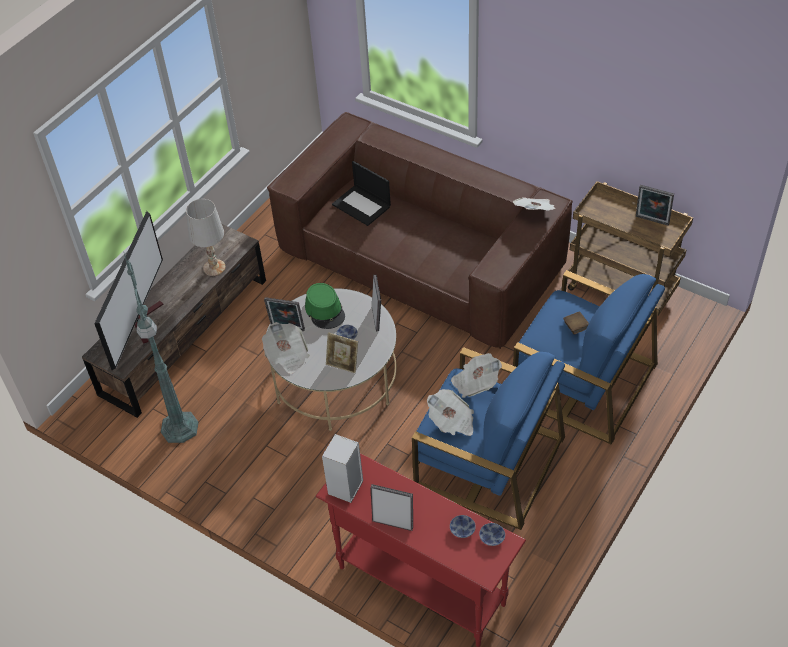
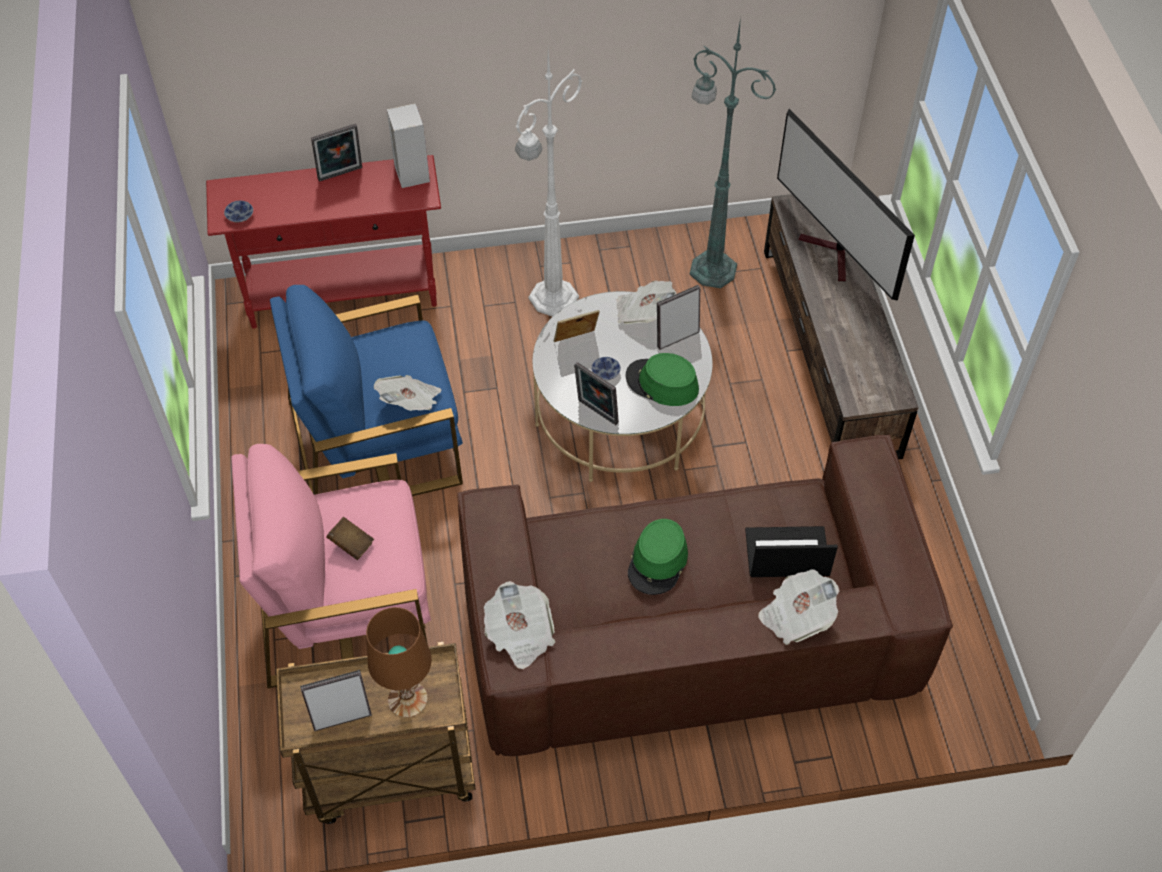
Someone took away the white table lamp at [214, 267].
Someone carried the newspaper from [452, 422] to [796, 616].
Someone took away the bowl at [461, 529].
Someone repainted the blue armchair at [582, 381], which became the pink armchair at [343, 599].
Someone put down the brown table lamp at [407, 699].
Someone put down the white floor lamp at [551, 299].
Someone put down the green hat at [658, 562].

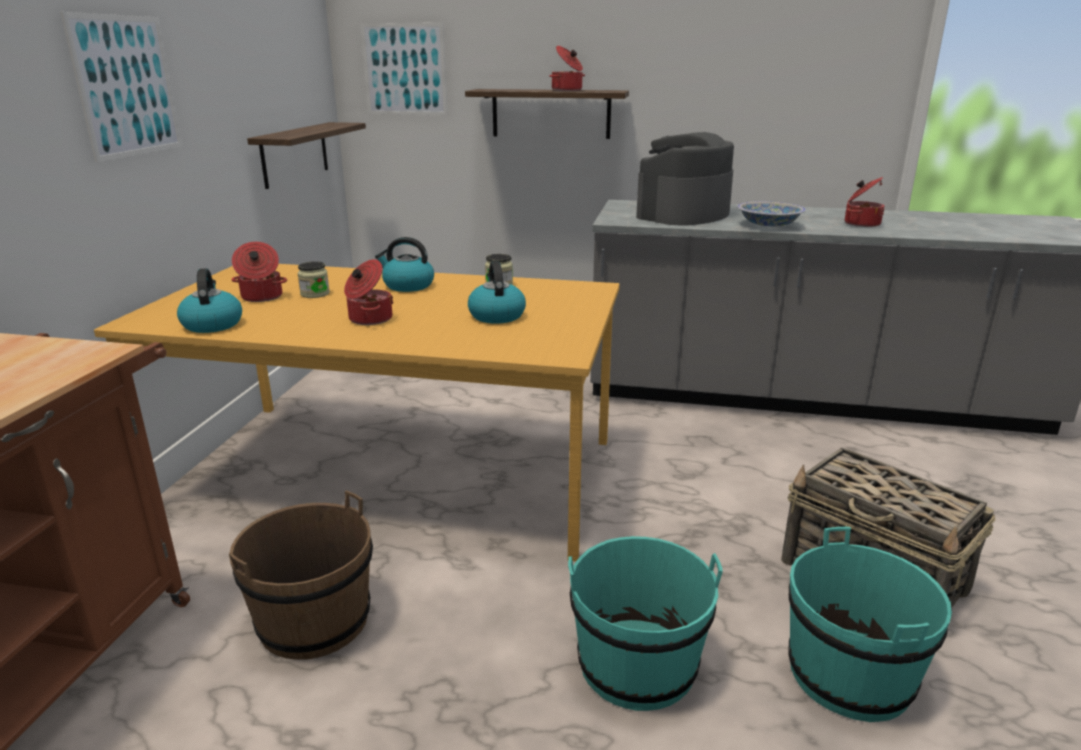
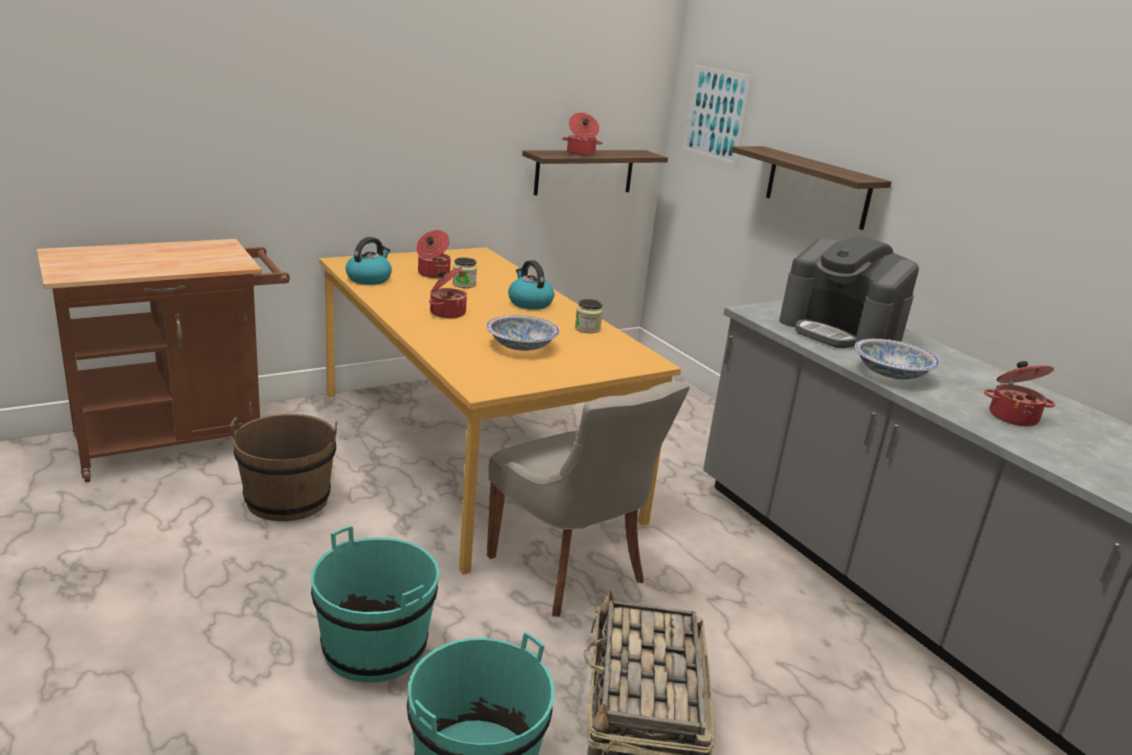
Someone took away the picture at [127, 86].
Someone swapped the kettle at [496, 315] for the bowl at [521, 346].
Someone carried the cooking pot from [567, 90] to [580, 154].
Someone rotated the coffee machine at [683, 215] by 135 degrees counterclockwise.
Someone put down the grey chair at [569, 570].

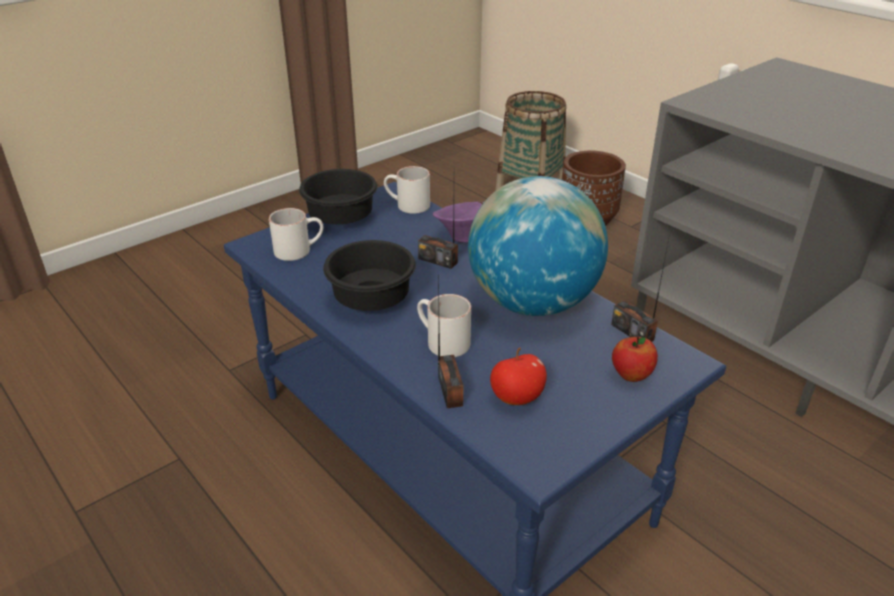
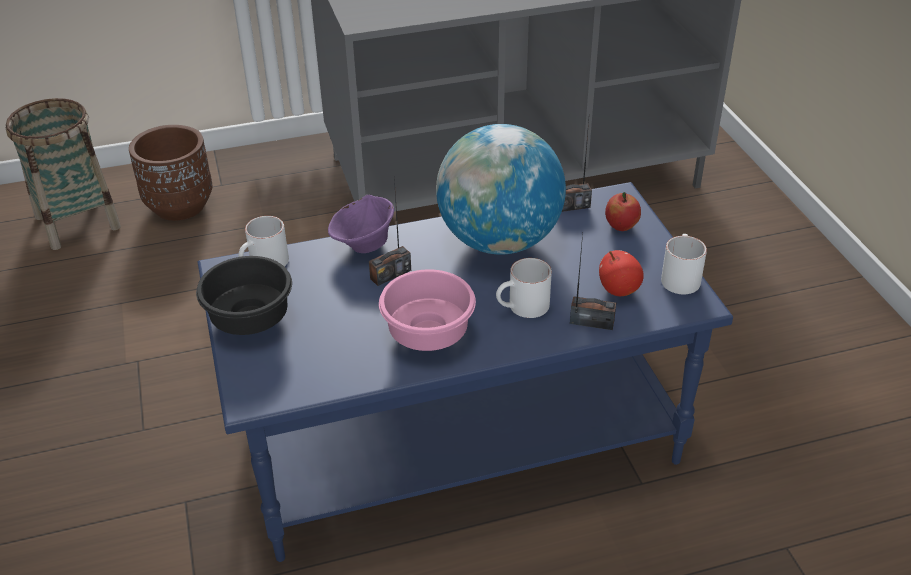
Someone carried the white mug from [299, 250] to [679, 277].
Someone repainted the black bowl at [369, 300], which became the pink bowl at [427, 336].

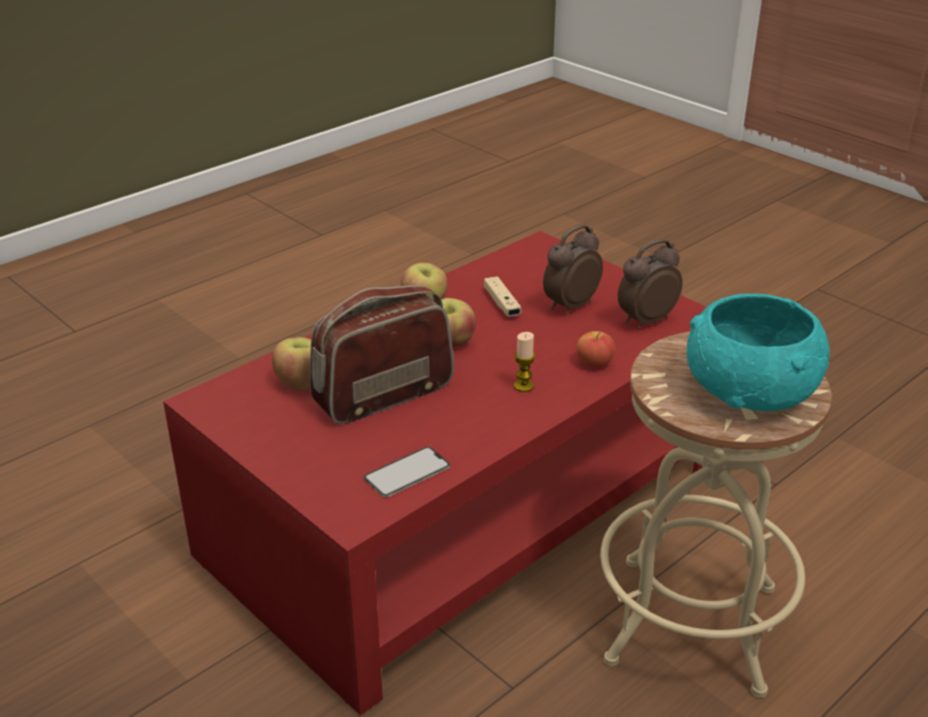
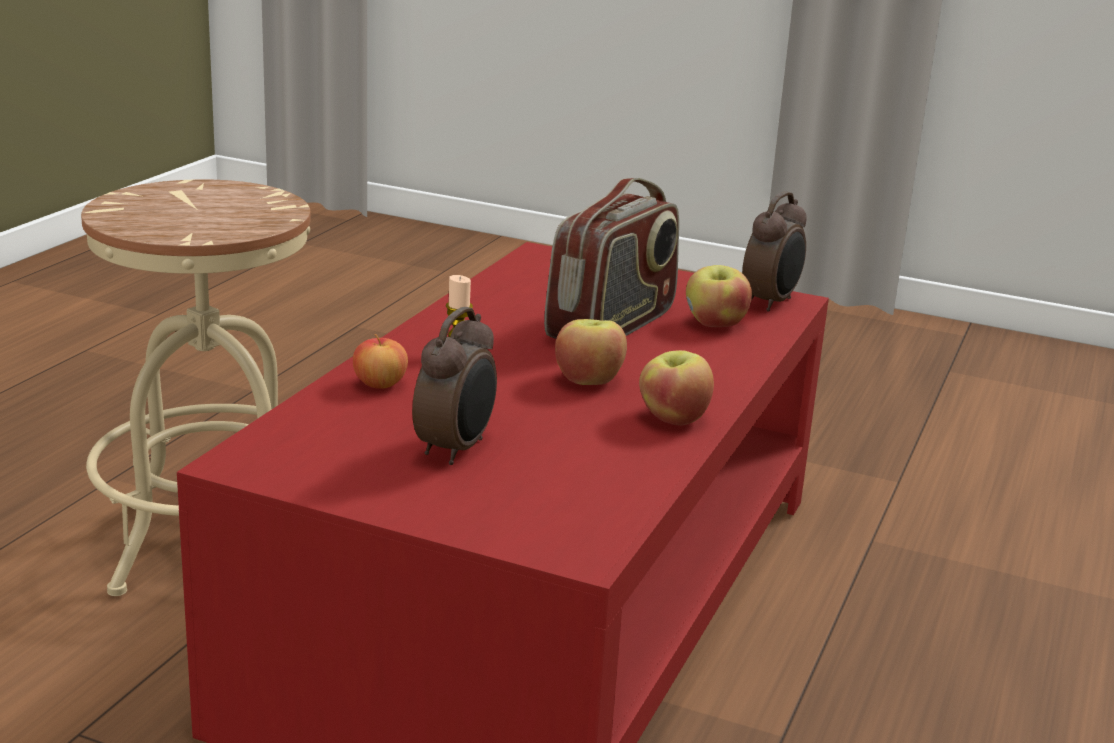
Someone took away the phone at [407, 472].
Someone took away the beige game controller at [502, 304].
Someone carried the alarm clock from [645, 320] to [771, 303].
Someone took away the turquoise bowl at [750, 391].

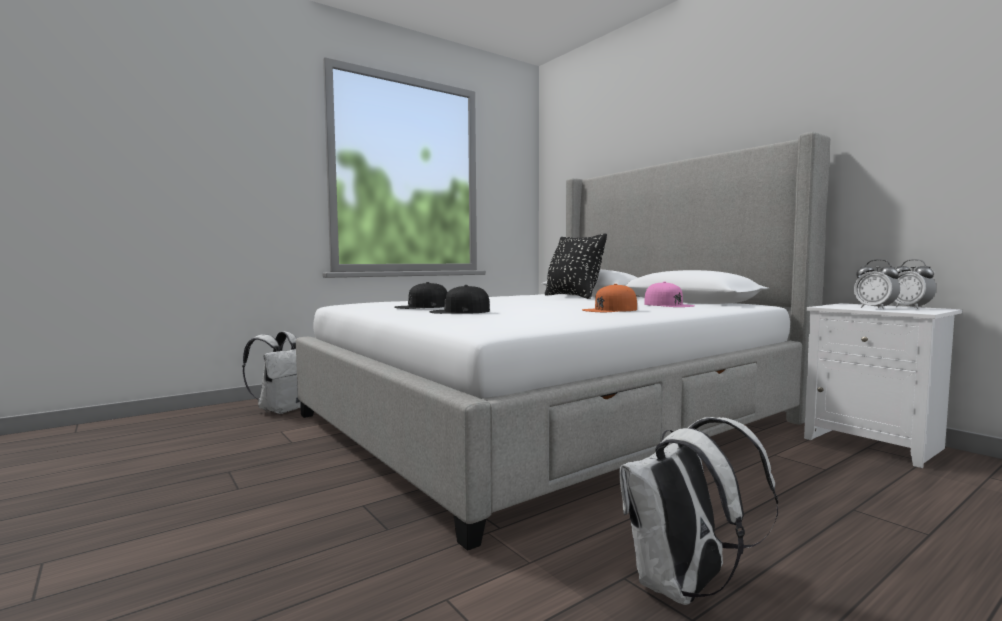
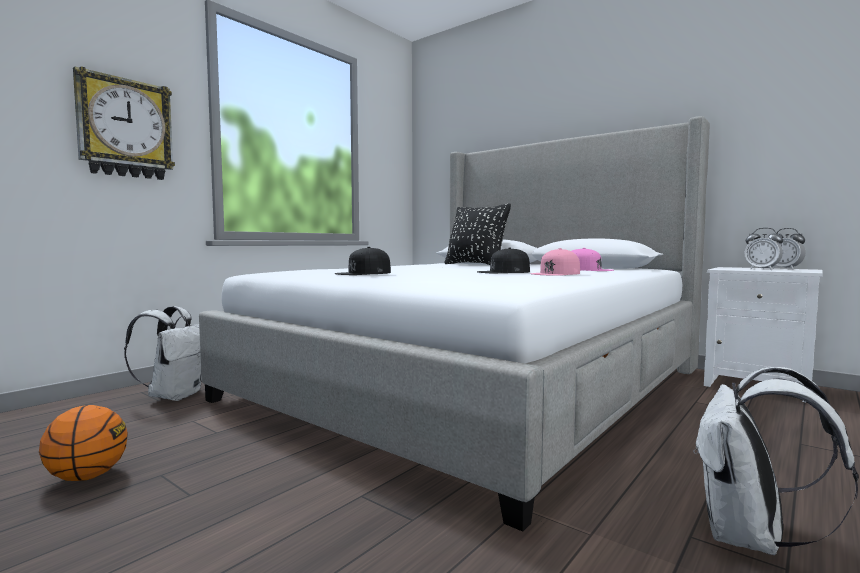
Someone carried the black cap from [459, 311] to [503, 272].
Someone repainted the orange cap at [610, 310], which became the pink cap at [556, 273].
Someone put down the basketball at [87, 477].
Someone put up the wall clock at [125, 128].

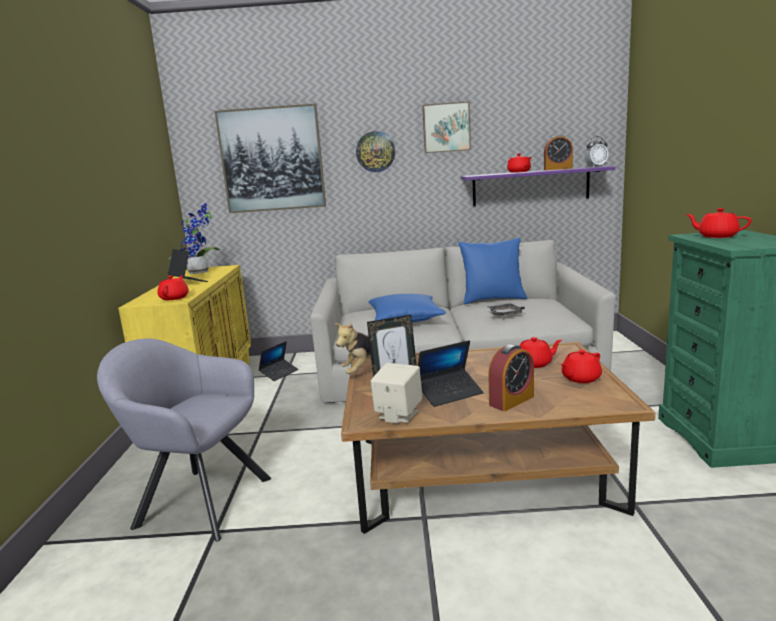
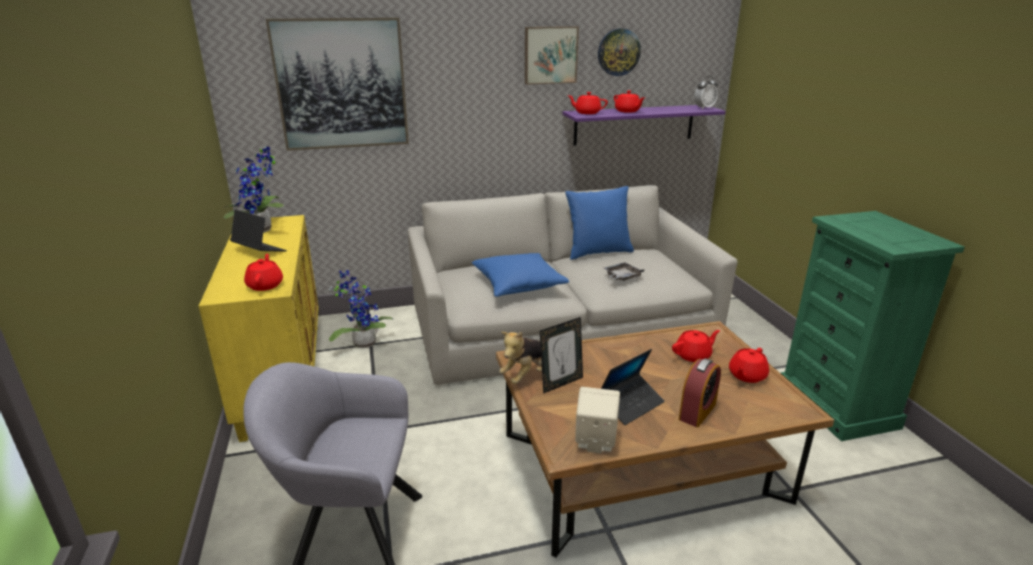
Someone swapped the laptop at [279, 373] for the potted plant at [362, 342].
Someone carried the wall clock from [375, 152] to [618, 52].
Someone took away the alarm clock at [558, 169].
Someone carried the red teapot from [716, 236] to [587, 113].

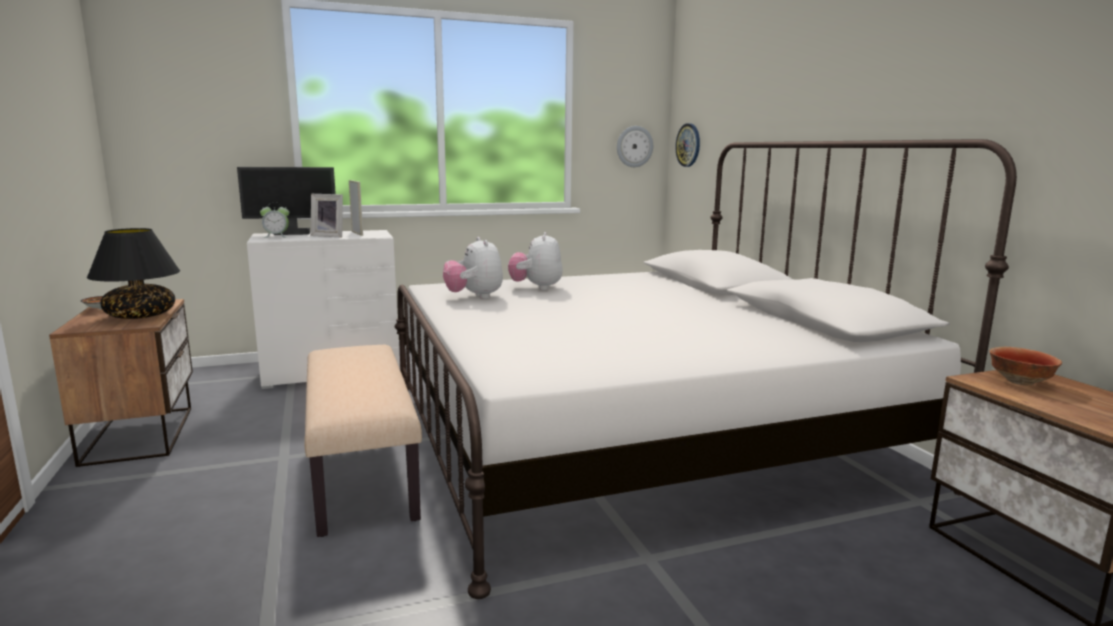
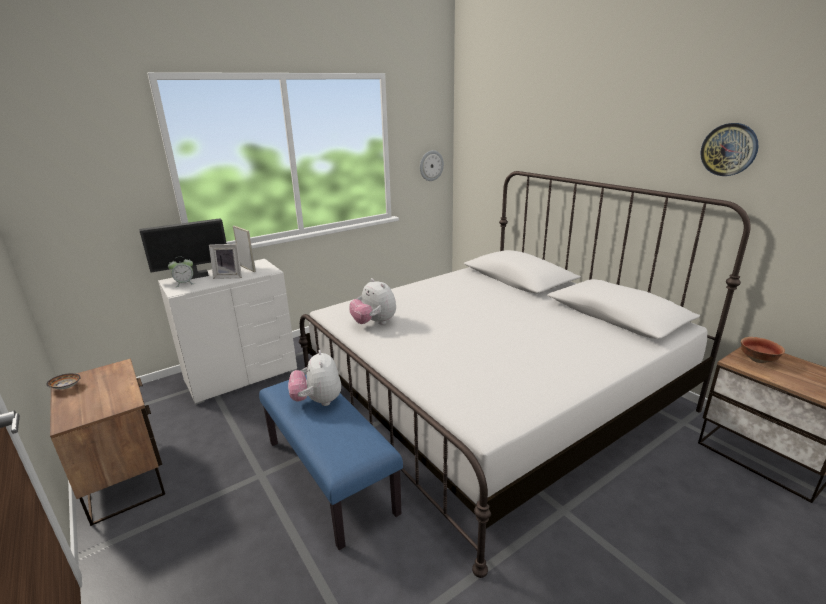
Someone took away the black table lamp at [141, 316].
Someone repainted the beige bench at [363, 471], which became the blue bench at [331, 476].
Someone carried the plush toy from [536, 288] to [318, 401].
Someone carried the wall clock from [688, 145] to [729, 149].

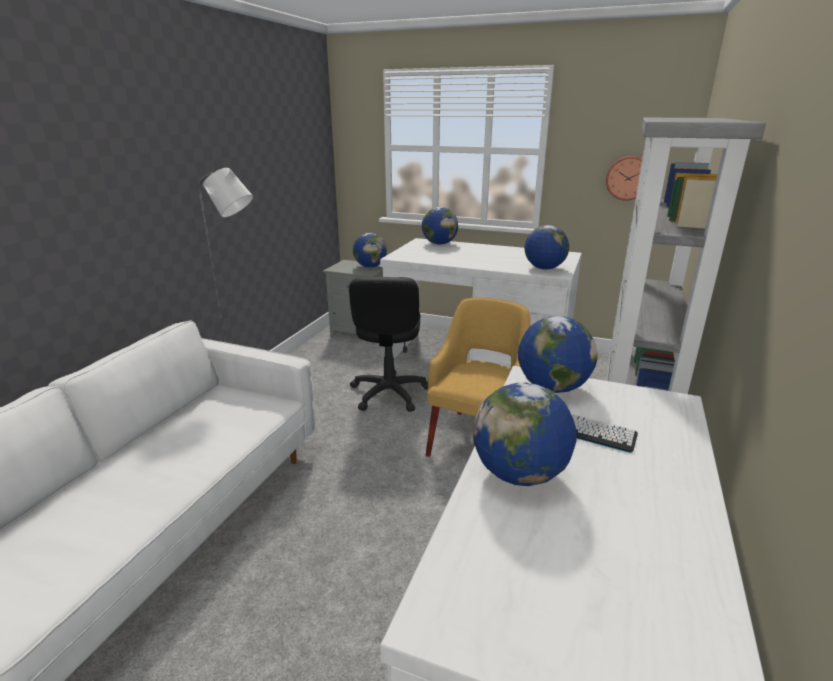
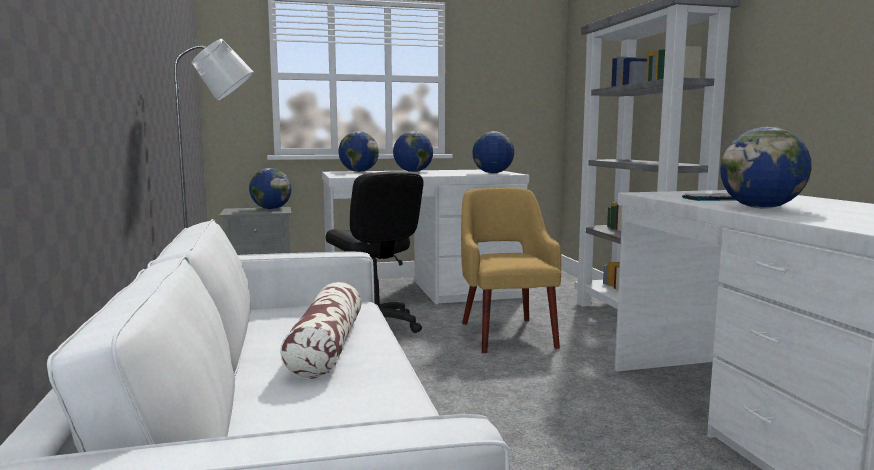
Someone carried the globe from [552, 387] to [413, 172].
Someone took away the wall clock at [628, 178].
Someone put down the pillow at [326, 347].

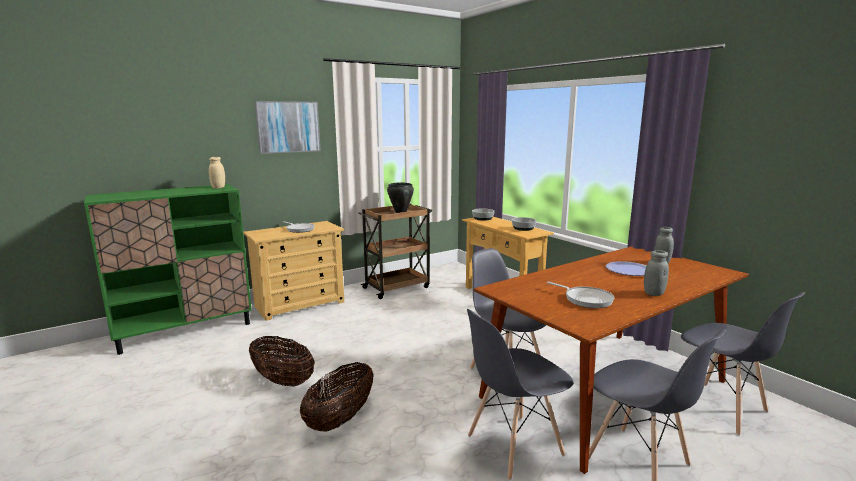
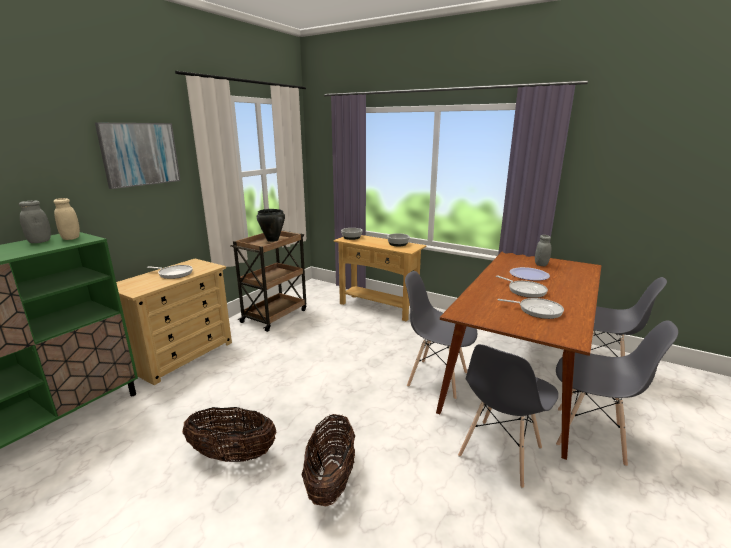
Someone carried the grey jar from [653, 293] to [40, 241].
Someone put down the frying pan at [525, 290].

